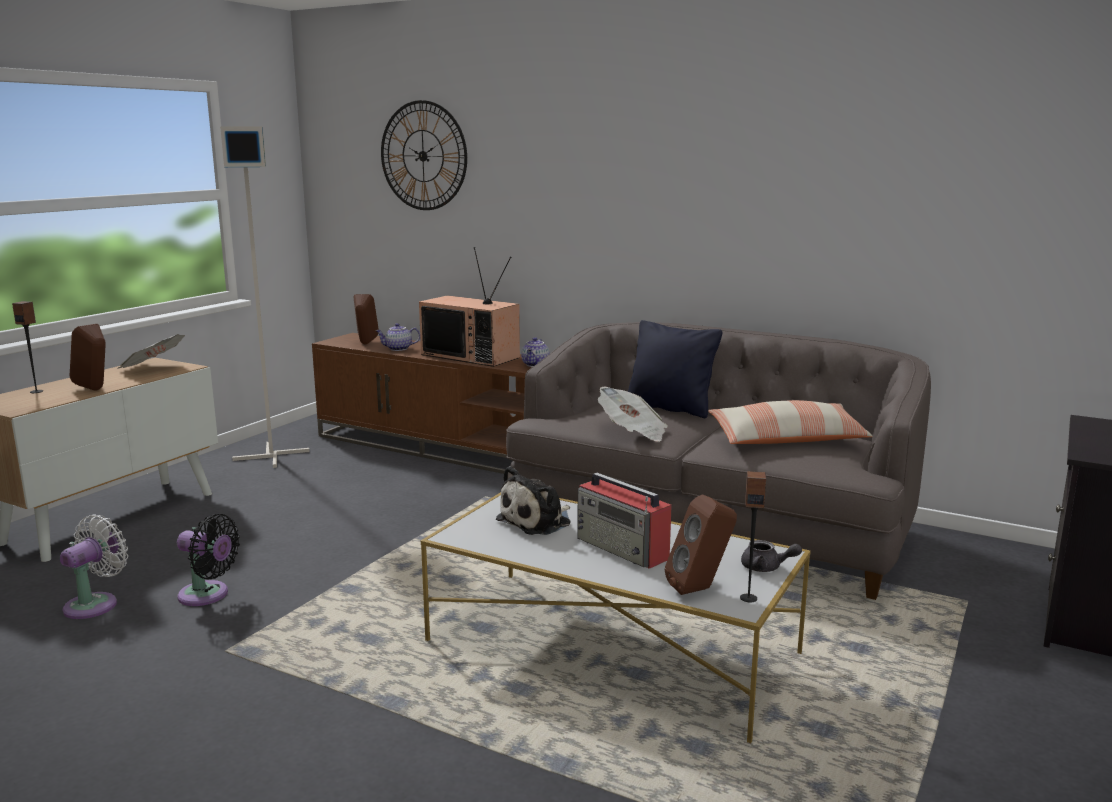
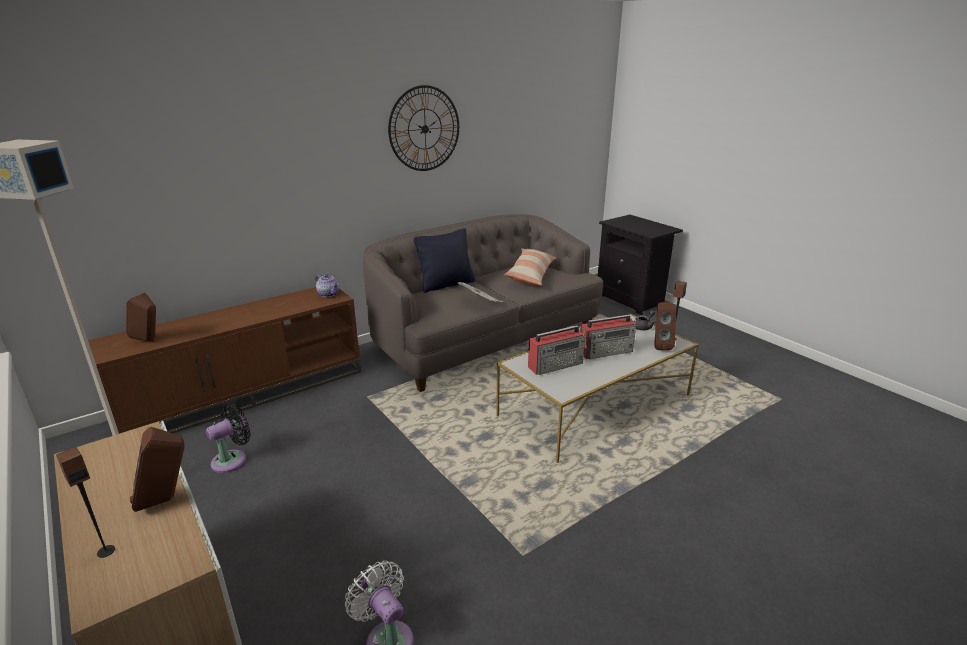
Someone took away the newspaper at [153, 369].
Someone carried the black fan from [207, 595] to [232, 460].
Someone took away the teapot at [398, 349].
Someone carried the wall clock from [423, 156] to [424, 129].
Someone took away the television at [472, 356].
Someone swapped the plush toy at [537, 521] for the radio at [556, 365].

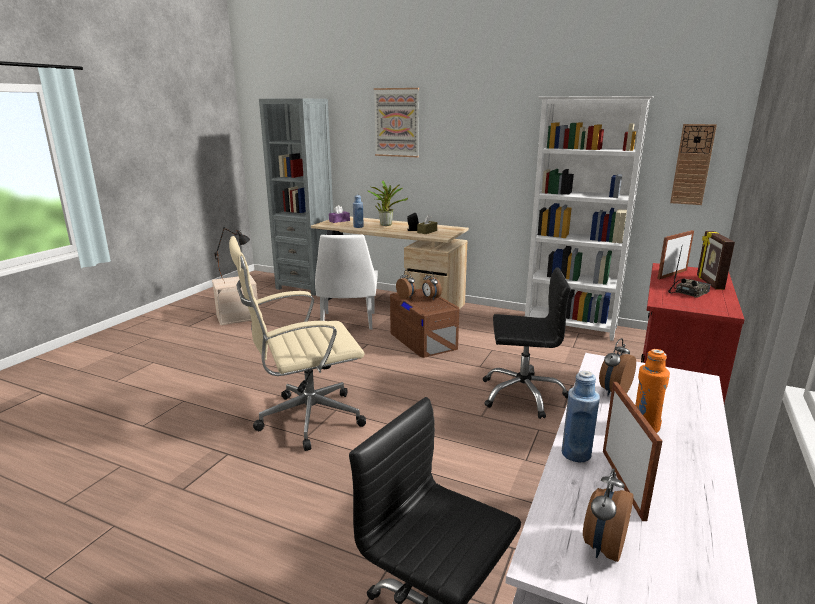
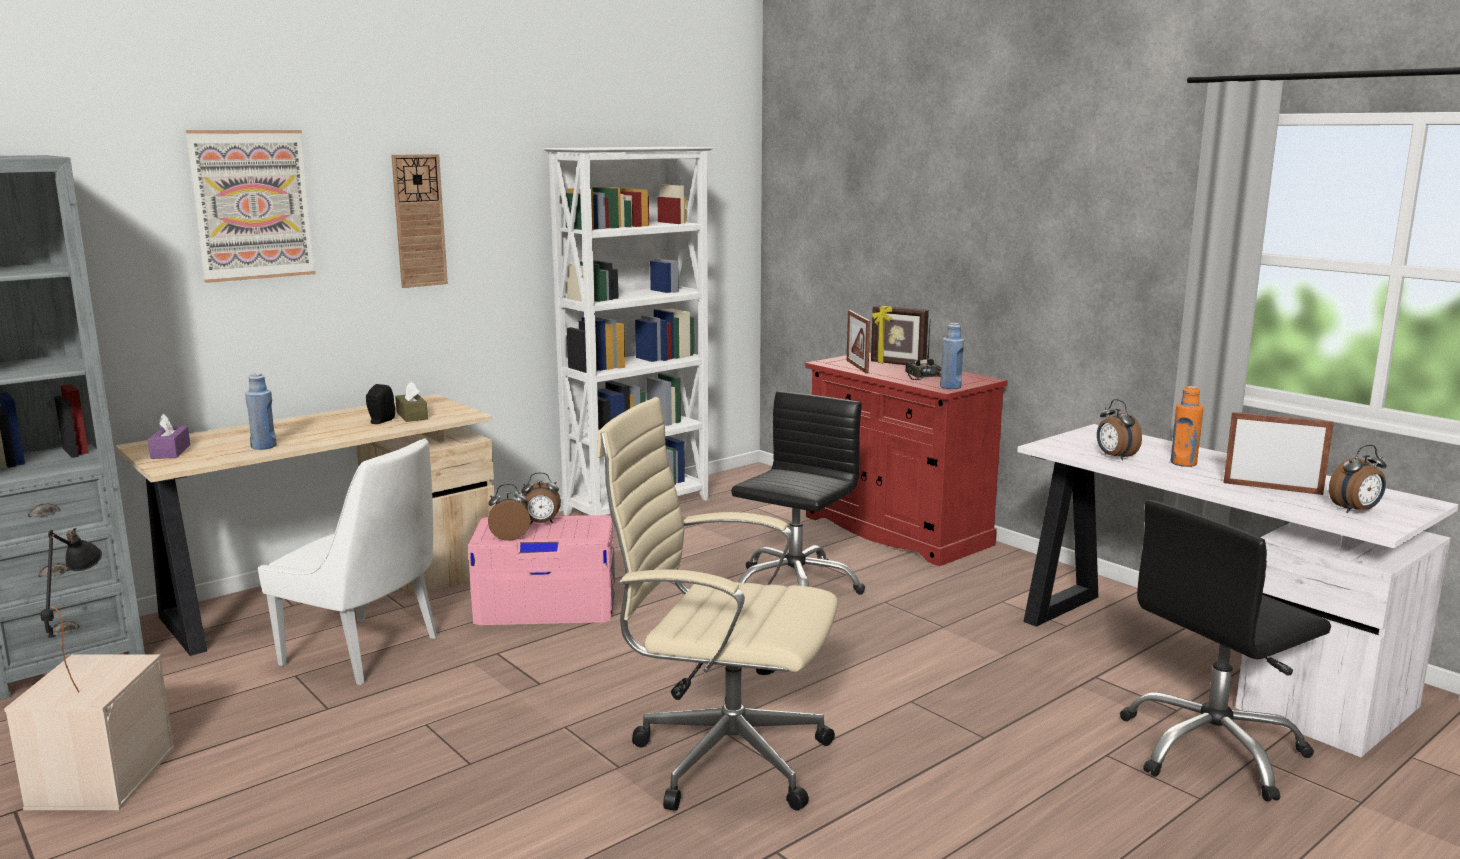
Someone rotated the beige office chair at [305, 419] by 105 degrees clockwise.
Someone took away the potted plant at [386, 224].
Someone repainted the brown storage box at [423, 340], which became the pink storage box at [546, 606].
Someone carried the blue bottle from [576, 454] to [950, 387].
Someone rotated the alarm clock at [602, 546] by 75 degrees counterclockwise.
Someone carried the wall clock from [692, 164] to [419, 221].

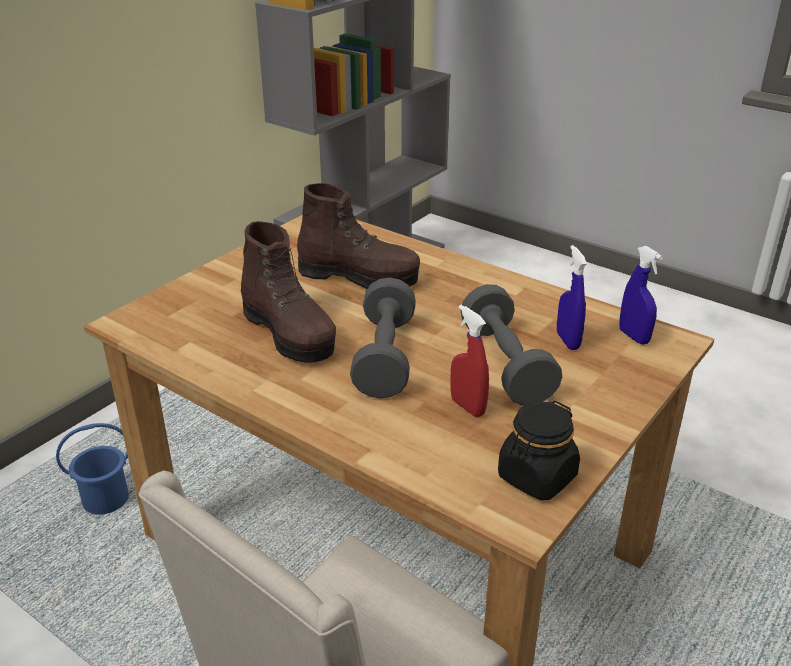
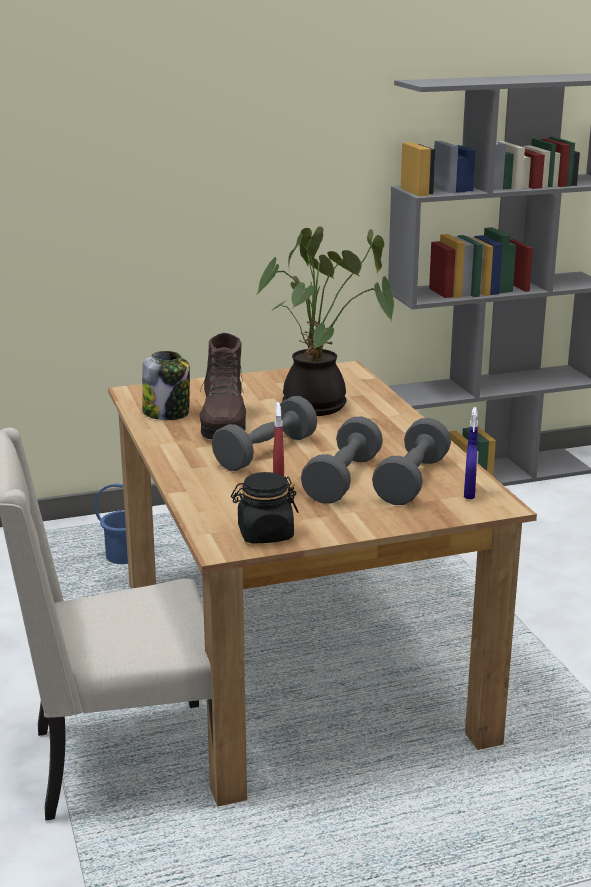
Someone swapped the brown boot at [359, 276] for the potted plant at [320, 407].
Someone swapped the blue spray bottle at [567, 341] for the grey dumbbell at [412, 481].
Someone put down the jar at [167, 413].

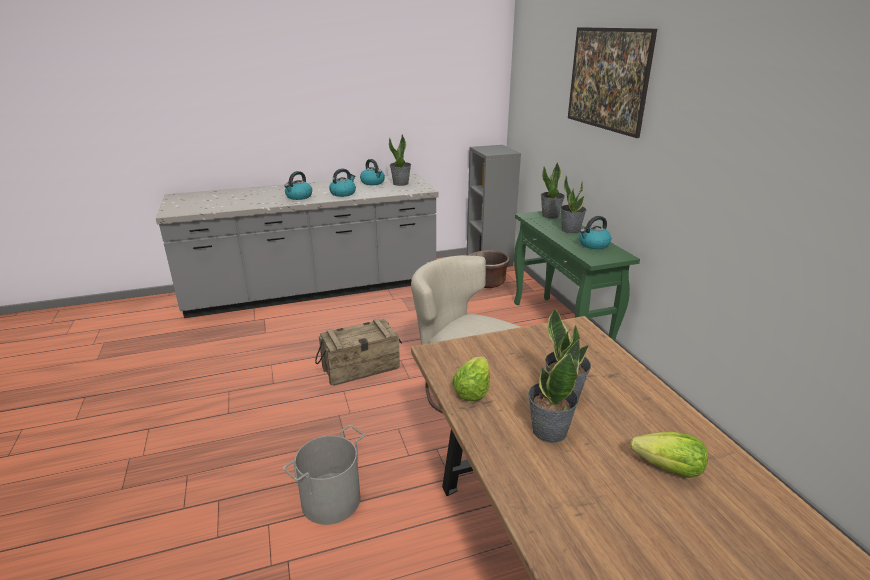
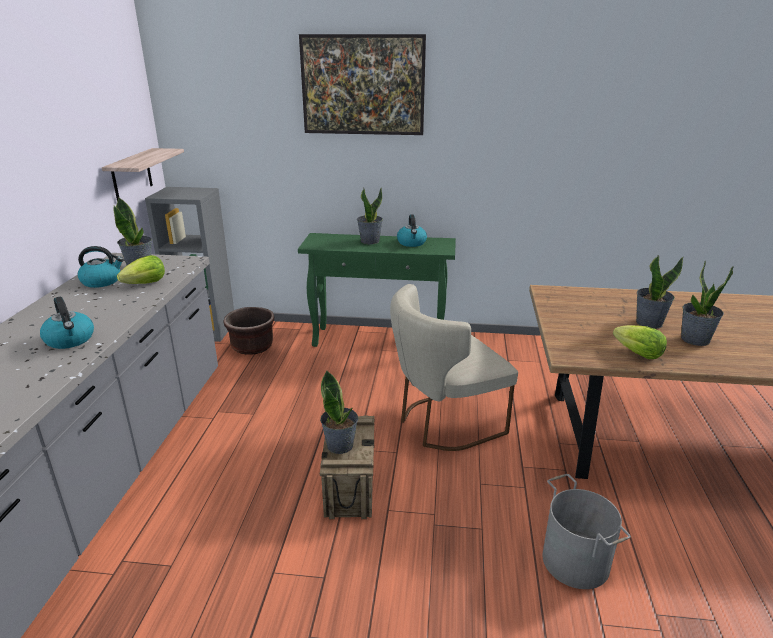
Someone took away the kettle at [343, 193].
Someone carried the potted plant from [550, 215] to [340, 445].
Someone carried the lettuce from [669, 469] to [146, 284].
Someone put up the shelf at [131, 175].

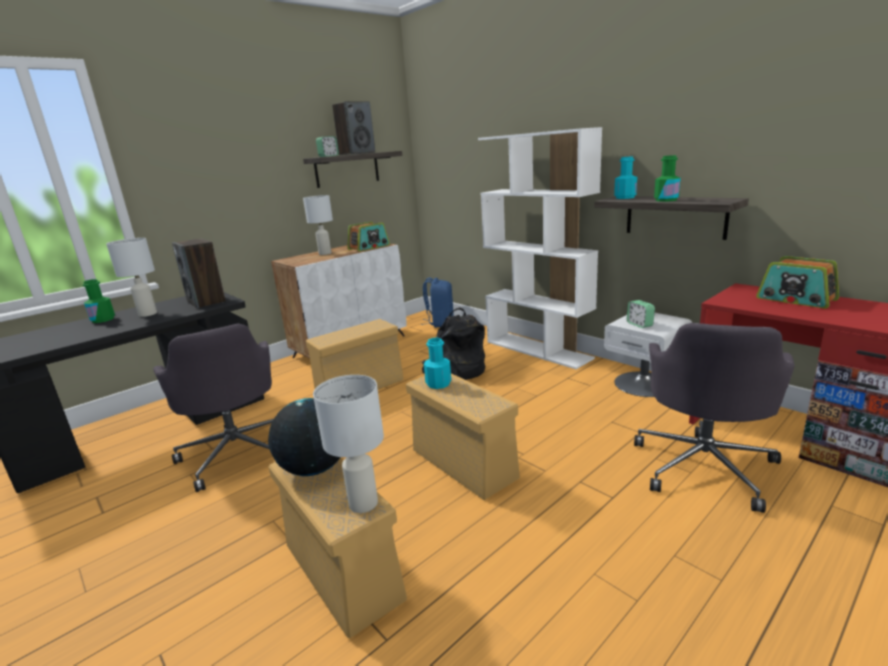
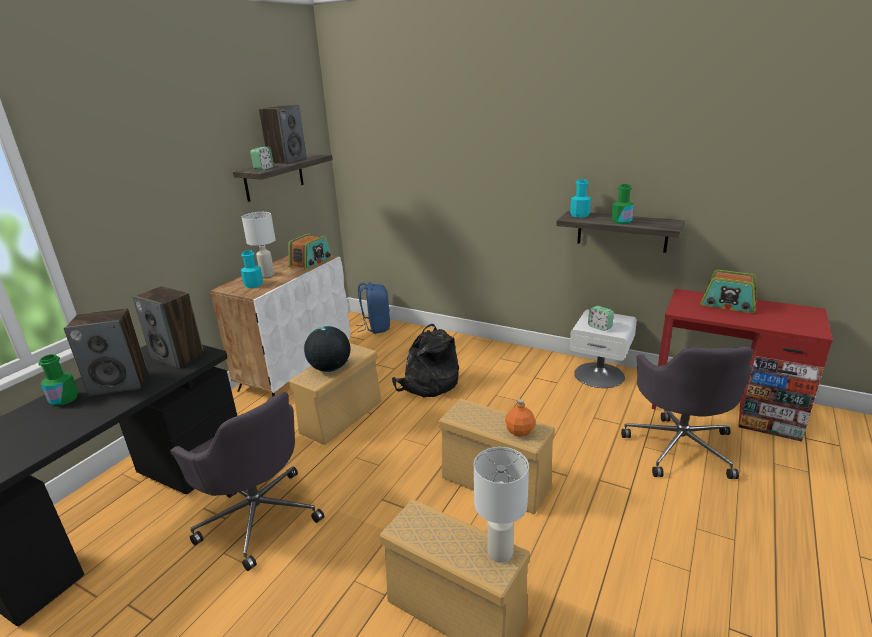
Someone swapped the white table lamp at [148, 314] for the speaker at [120, 383].
Someone carried the globe from [314, 469] to [330, 368].
Someone carried the turquoise bottle from [438, 383] to [253, 285].
Someone took away the white bookcase at [538, 350].
Someone put down the orange bottle at [519, 431].

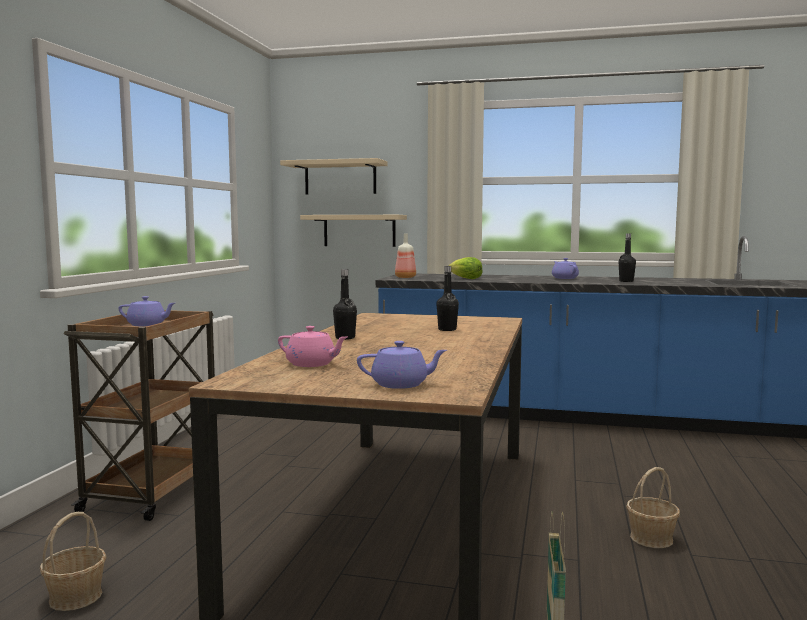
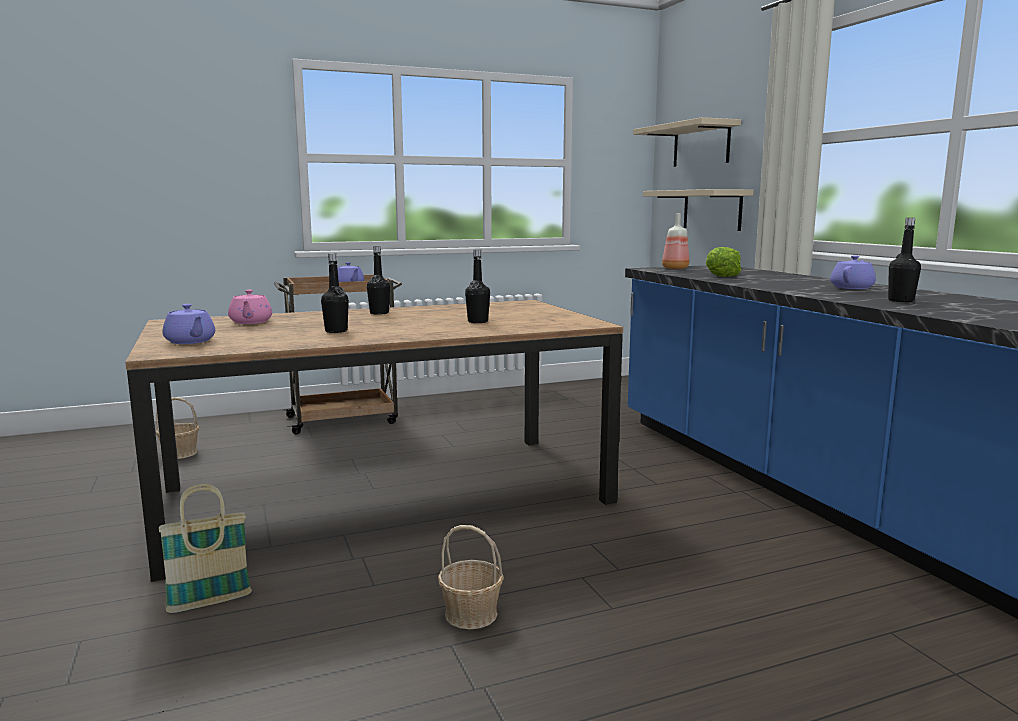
Someone put down the black bottle at [336, 331].

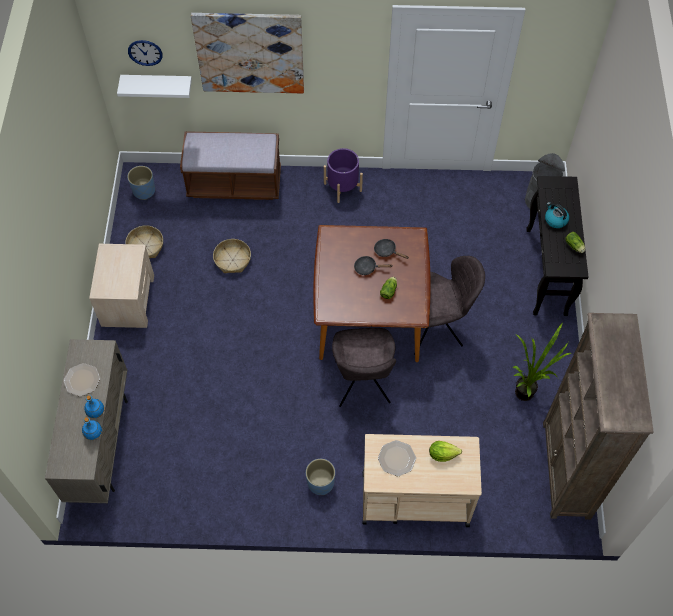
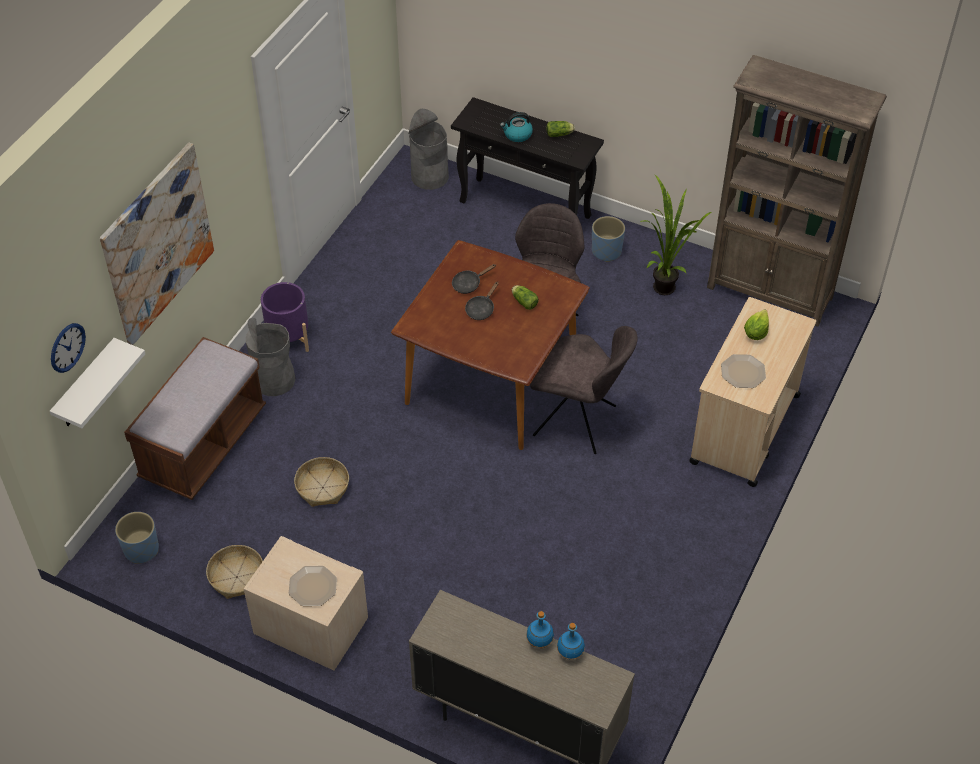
Someone carried the plate from [82, 380] to [313, 586].
Someone carried the blue planter from [320, 482] to [606, 251].
Someone put down the grey trash can at [274, 380].

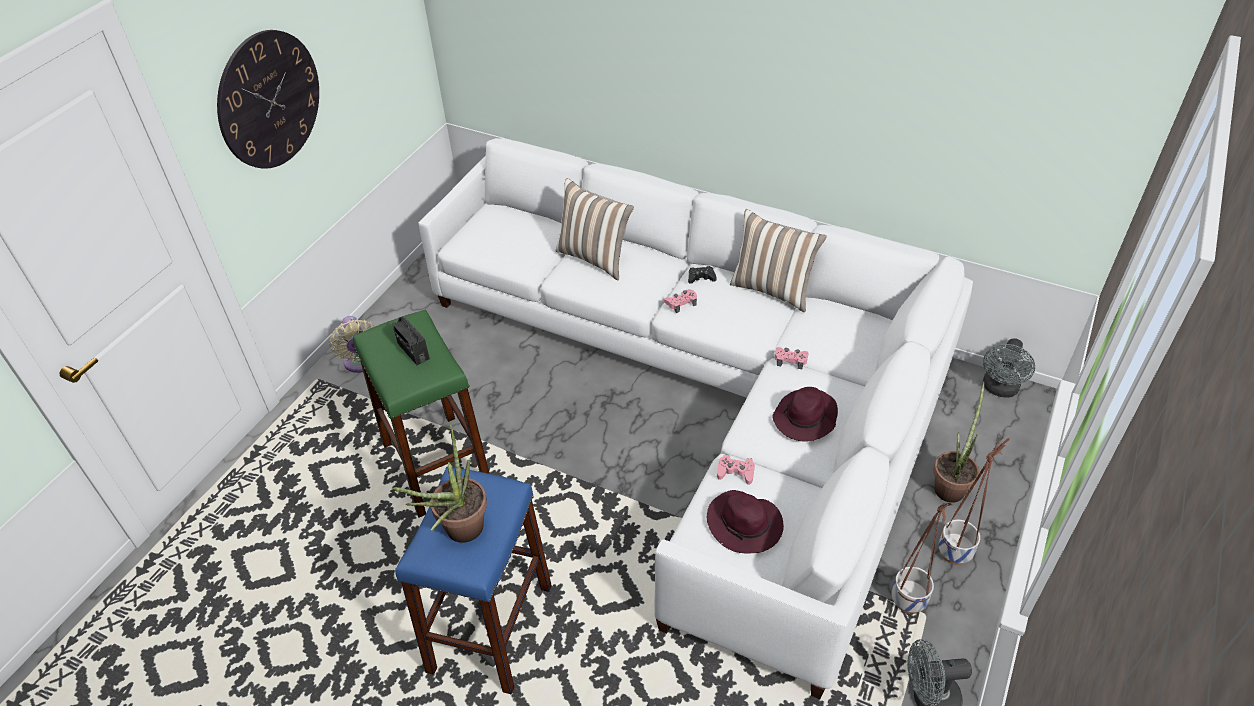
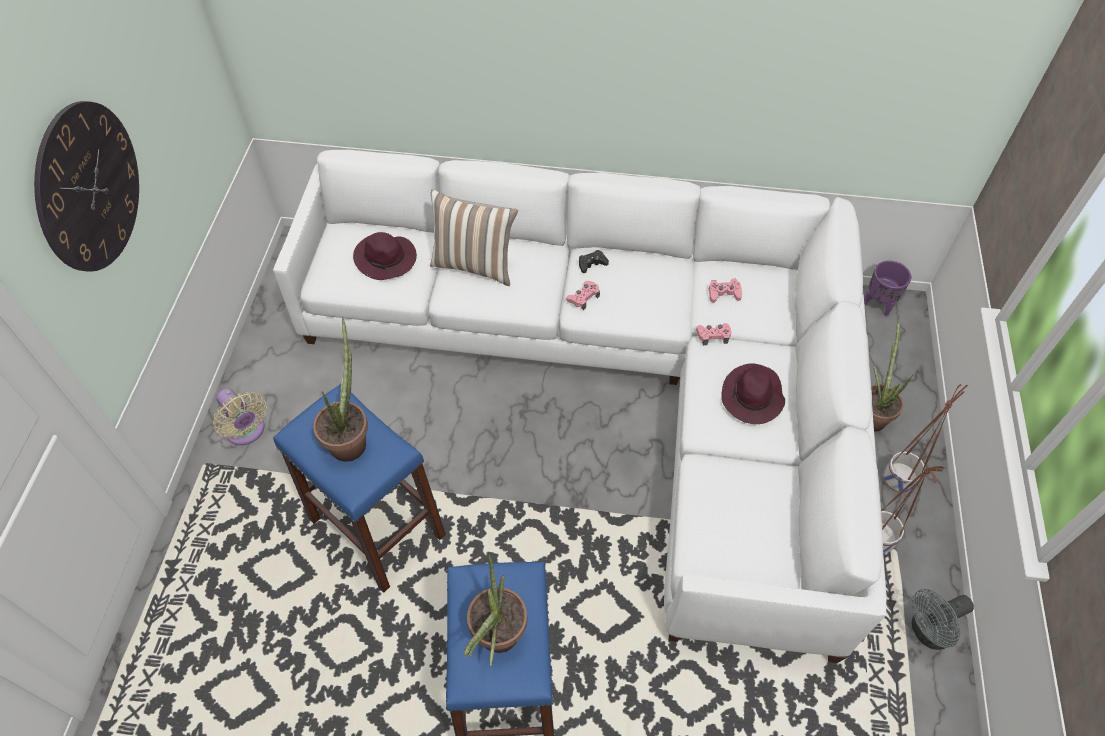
Someone repainted the green stool at [436, 464], which became the blue stool at [377, 527].
Someone swapped the radio at [413, 351] for the potted plant at [351, 439].
Someone carried the purple hat from [745, 525] to [386, 259].
Someone carried the pink game controller from [735, 472] to [724, 293].
Someone took away the pillow at [773, 289].
Someone swapped the grey fan at [999, 389] for the purple planter at [878, 304].

